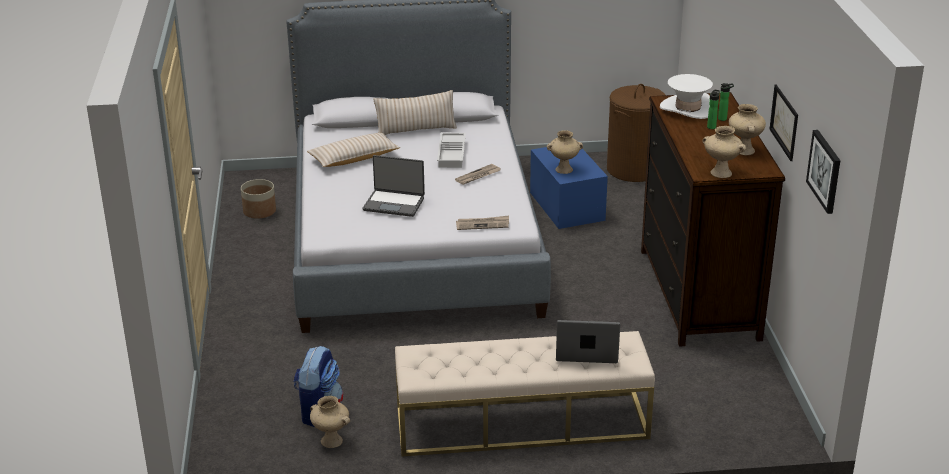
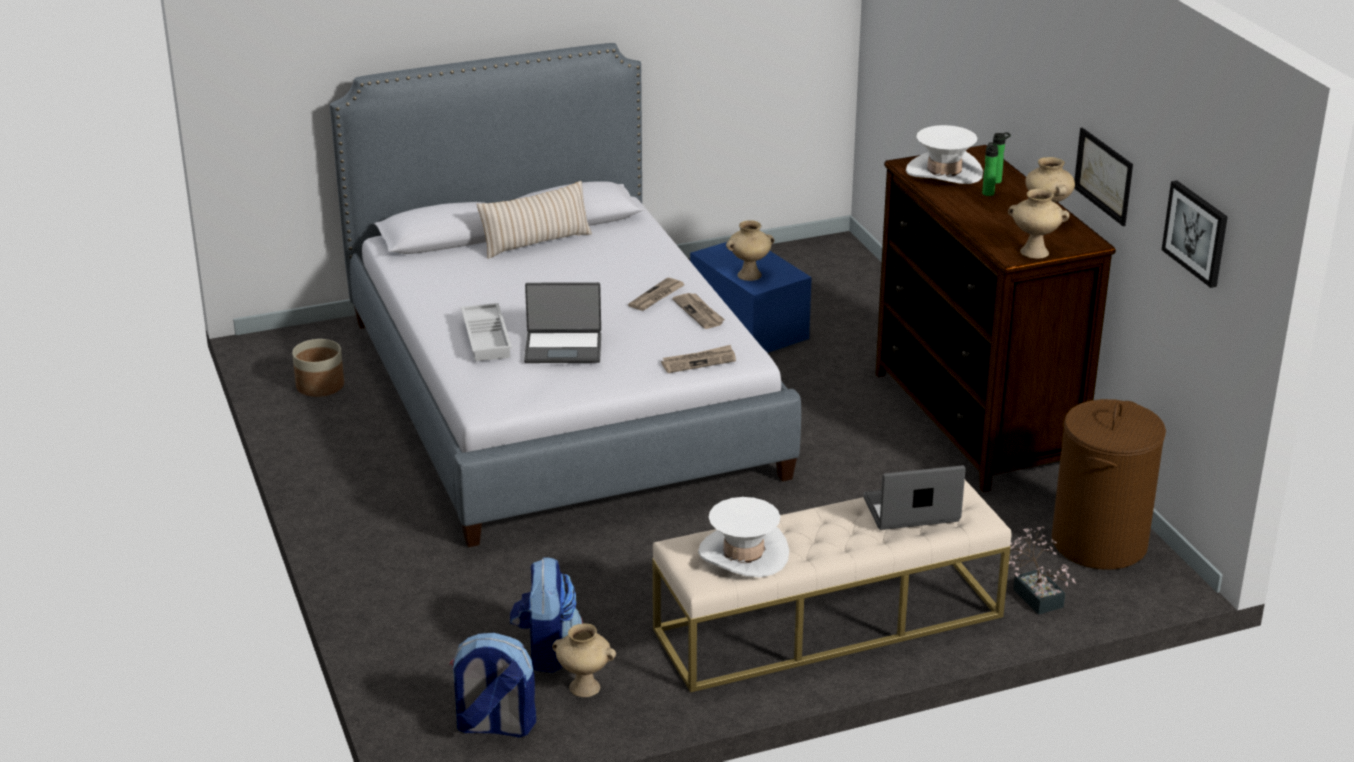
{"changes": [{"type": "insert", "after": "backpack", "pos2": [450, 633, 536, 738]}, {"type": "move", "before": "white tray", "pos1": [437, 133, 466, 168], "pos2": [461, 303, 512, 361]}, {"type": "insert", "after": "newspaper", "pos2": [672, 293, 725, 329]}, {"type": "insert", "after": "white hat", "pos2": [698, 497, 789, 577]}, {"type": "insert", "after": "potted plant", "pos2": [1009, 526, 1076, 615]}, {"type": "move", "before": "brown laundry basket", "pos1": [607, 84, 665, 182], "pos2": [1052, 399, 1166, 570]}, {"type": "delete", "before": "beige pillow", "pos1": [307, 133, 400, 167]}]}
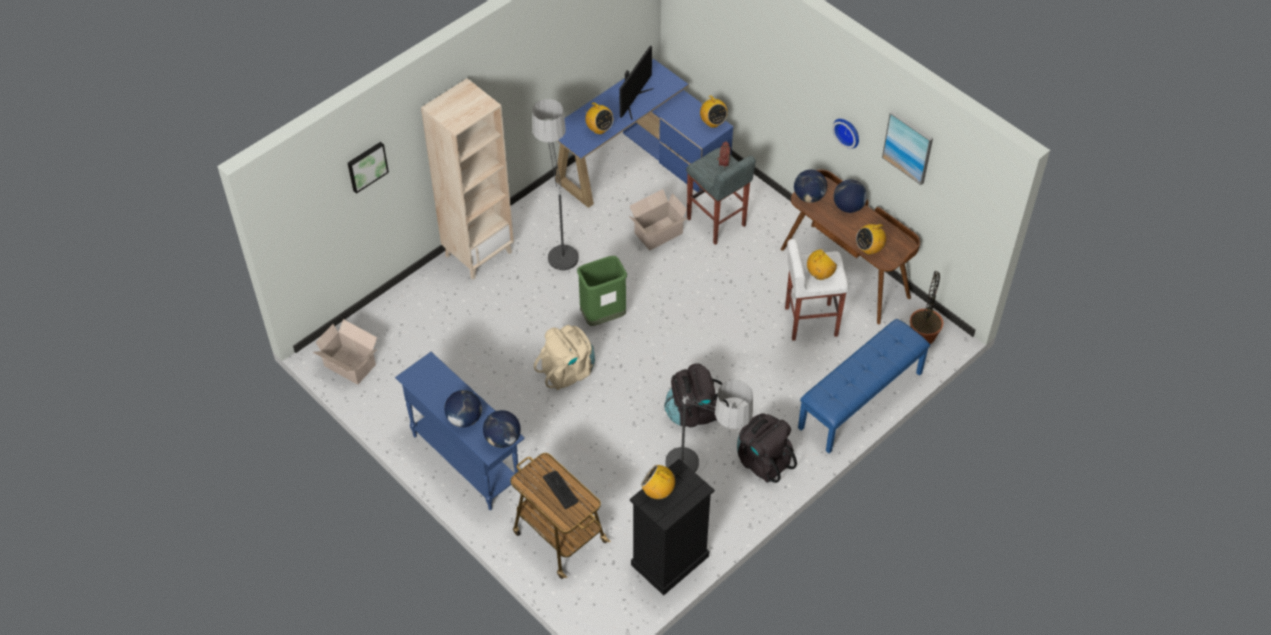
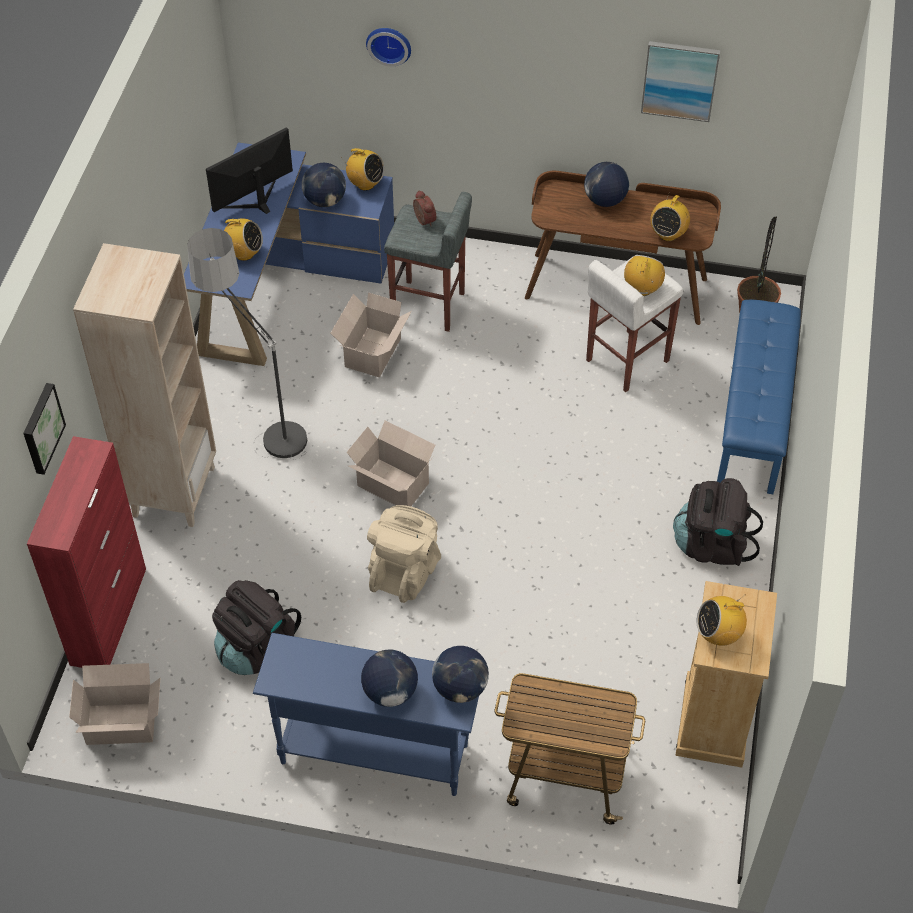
{"changes": [{"type": "insert", "after": "red cabinet", "pos2": [27, 436, 146, 668]}, {"type": "rotate", "before": "monitor", "pos1": [619, 46, 654, 120], "pos2": [206, 127, 293, 214], "turn": -120}, {"type": "move", "before": "black backpack", "pos1": [664, 363, 729, 427], "pos2": [212, 580, 301, 675]}, {"type": "move", "before": "globe", "pos1": [794, 169, 827, 203], "pos2": [302, 163, 346, 207]}, {"type": "replace", "before": "green trash can", "after": "cardboard box", "pos1": [577, 256, 627, 326], "pos2": [347, 420, 435, 506]}, {"type": "move", "before": "wall clock", "pos1": [832, 119, 859, 149], "pos2": [366, 28, 411, 67]}, {"type": "recolor", "before": "black dresser", "after": "beige dresser", "pos1": [630, 459, 714, 595], "pos2": [675, 581, 777, 768]}, {"type": "delete", "before": "keyboard", "pos1": [543, 471, 578, 509]}, {"type": "delete", "before": "floor lamp", "pos1": [665, 380, 753, 474]}]}
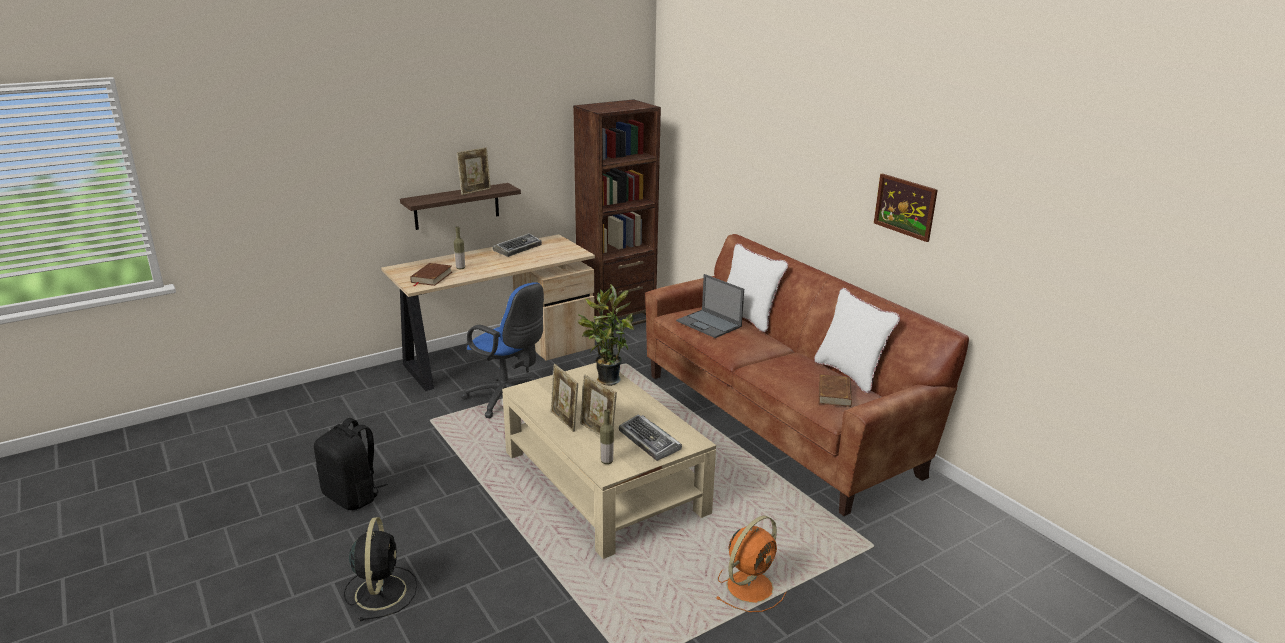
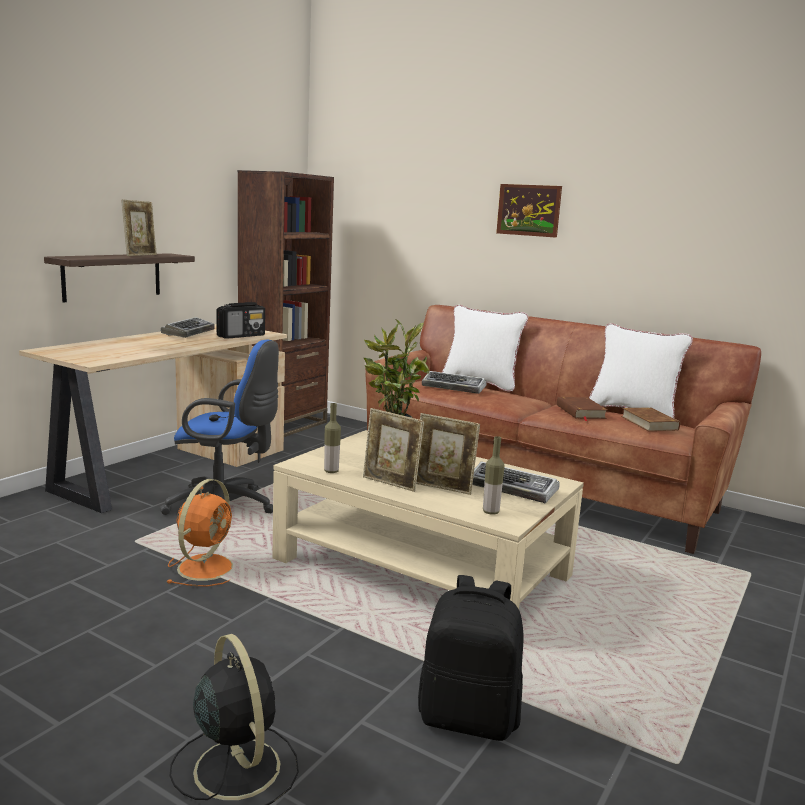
{"changes": [{"type": "move", "before": "orange fan", "pos1": [715, 516, 787, 612], "pos2": [166, 479, 233, 587]}, {"type": "insert", "after": "radio", "pos2": [216, 302, 265, 339]}, {"type": "move", "before": "bottle", "pos1": [454, 227, 465, 269], "pos2": [324, 403, 341, 473]}, {"type": "move", "before": "black backpack", "pos1": [314, 418, 388, 510], "pos2": [418, 575, 524, 741]}, {"type": "replace", "before": "laptop", "after": "keyboard", "pos1": [676, 274, 744, 338], "pos2": [422, 371, 487, 394]}, {"type": "move", "before": "picture", "pos1": [874, 173, 938, 242], "pos2": [496, 184, 562, 238]}, {"type": "move", "before": "brown book", "pos1": [410, 263, 452, 286], "pos2": [557, 397, 607, 421]}]}
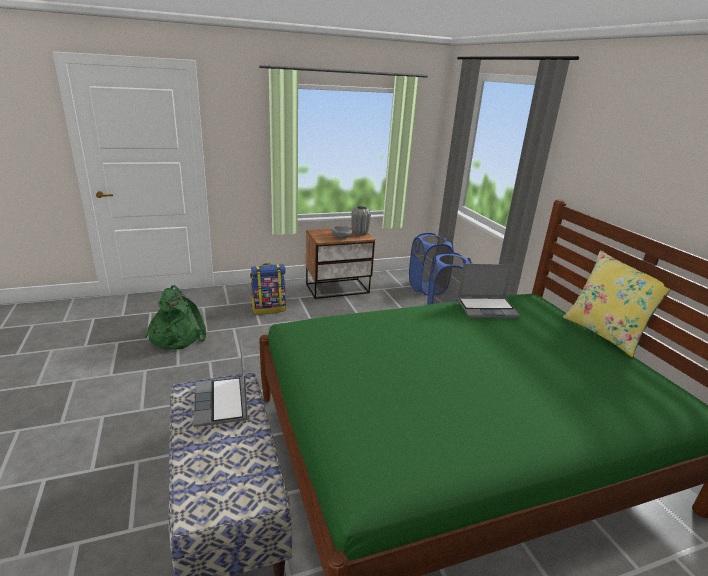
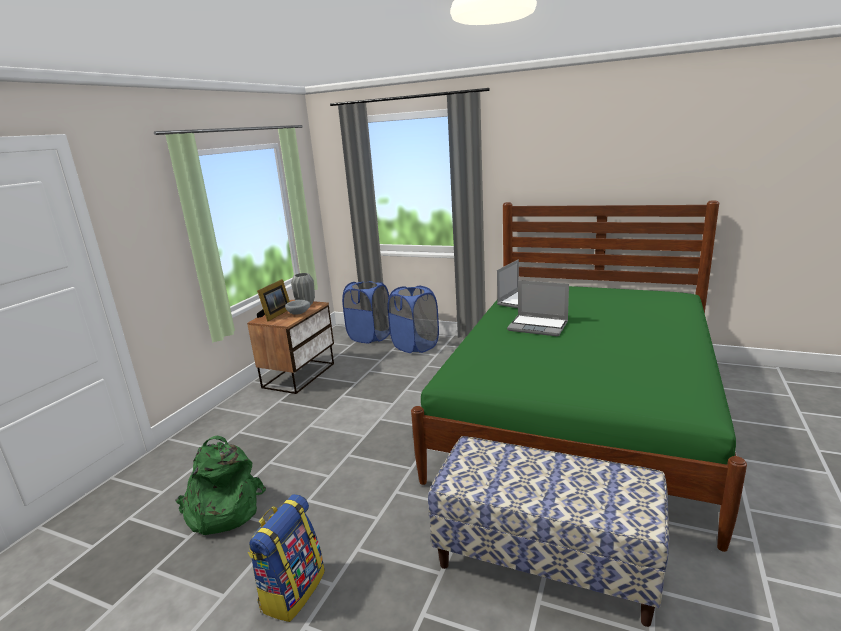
{"changes": [{"type": "move", "before": "backpack", "pos1": [250, 263, 286, 314], "pos2": [248, 494, 325, 622]}, {"type": "insert", "after": "picture frame", "pos2": [257, 279, 290, 321]}, {"type": "move", "before": "laptop", "pos1": [193, 339, 248, 427], "pos2": [507, 280, 569, 337]}, {"type": "delete", "before": "yellow pillow", "pos1": [563, 250, 671, 357]}]}
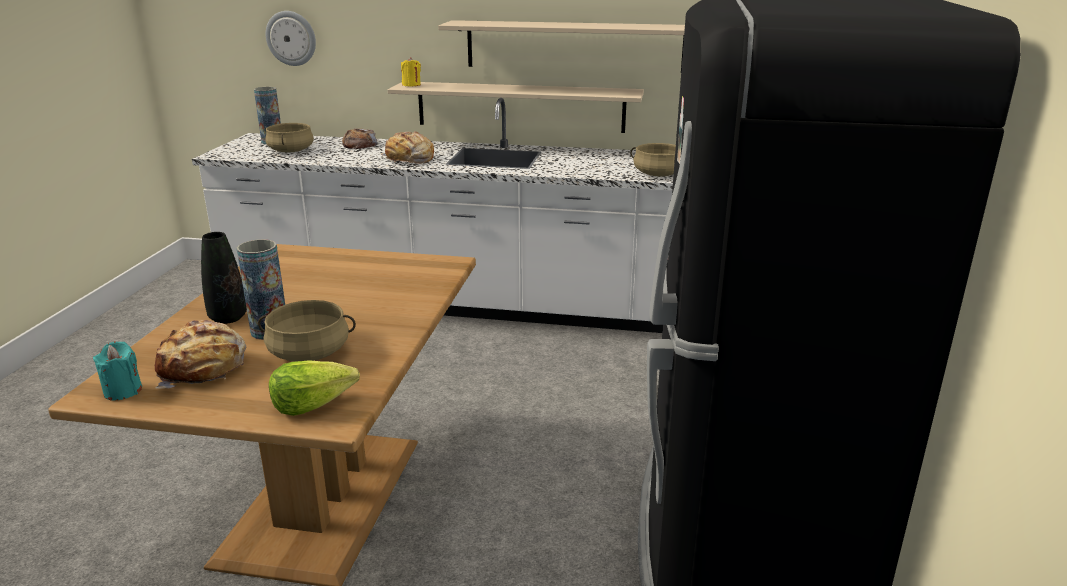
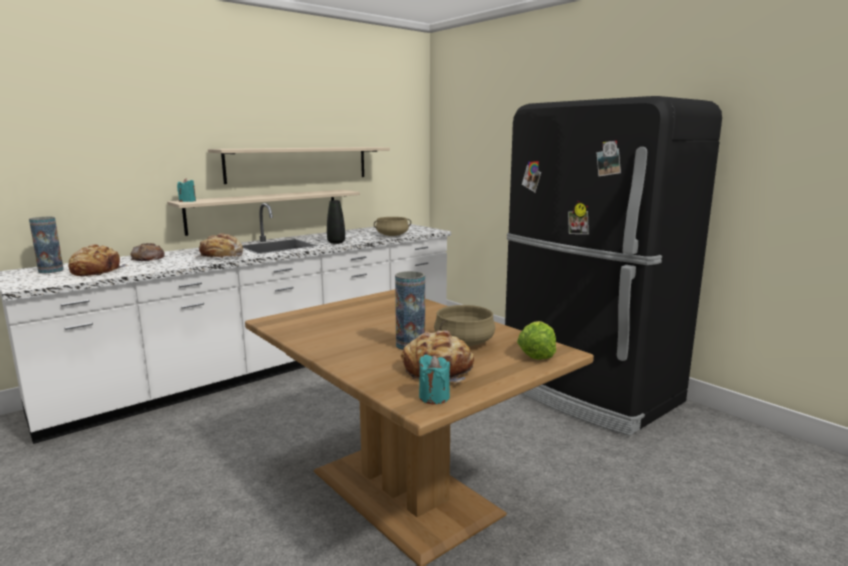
{"changes": [{"type": "replace", "before": "beige cooking pot", "after": "bread", "pos1": [265, 123, 314, 152], "pos2": [68, 244, 128, 276]}, {"type": "recolor", "before": "yellow candle", "after": "turquoise candle", "pos1": [401, 57, 421, 87], "pos2": [177, 178, 196, 202]}, {"type": "move", "before": "black vase", "pos1": [201, 232, 247, 324], "pos2": [327, 200, 345, 244]}, {"type": "delete", "before": "wall clock", "pos1": [266, 11, 316, 66]}]}
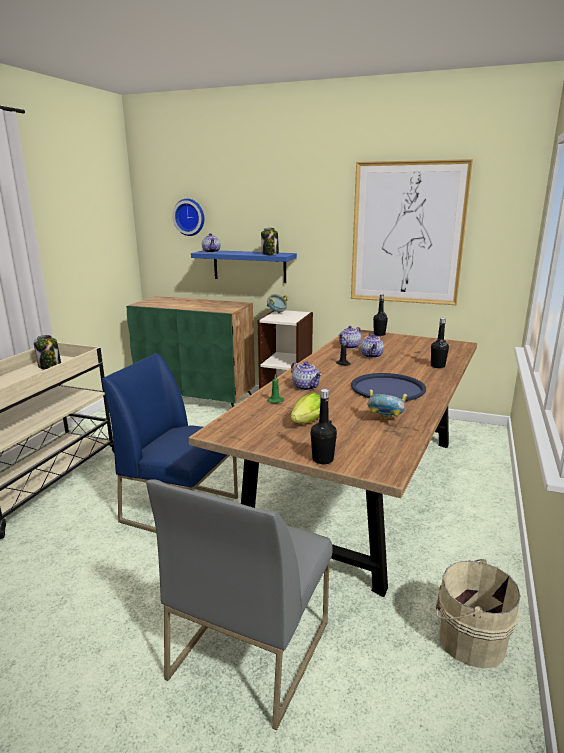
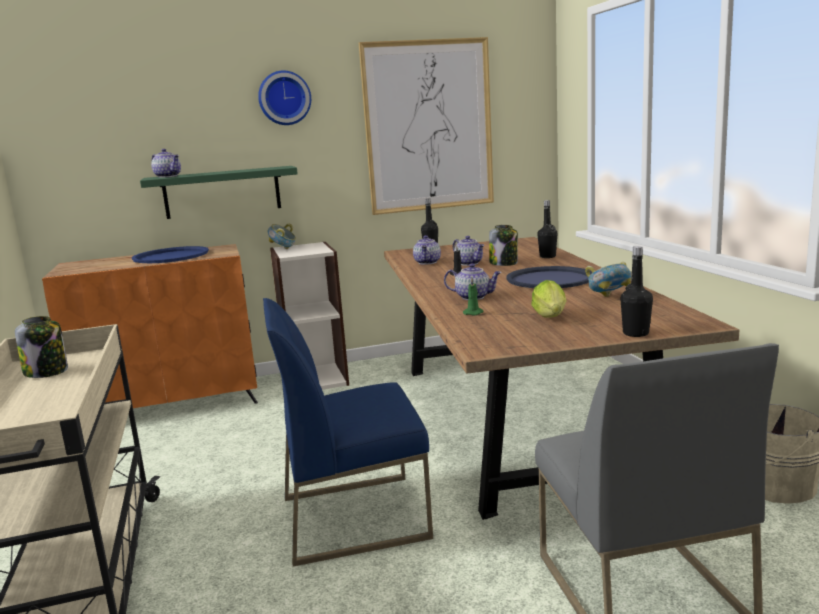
{"changes": [{"type": "recolor", "before": "green cabinet", "after": "orange cabinet", "pos1": [126, 296, 255, 408], "pos2": [42, 244, 258, 408]}, {"type": "insert", "after": "blue tray", "pos2": [132, 246, 209, 263]}, {"type": "recolor", "before": "blue shelf", "after": "green shelf", "pos1": [191, 250, 297, 283], "pos2": [140, 166, 298, 219]}, {"type": "move", "before": "wall clock", "pos1": [173, 199, 204, 236], "pos2": [258, 70, 311, 125]}, {"type": "move", "before": "jar", "pos1": [261, 228, 279, 255], "pos2": [489, 225, 518, 266]}]}
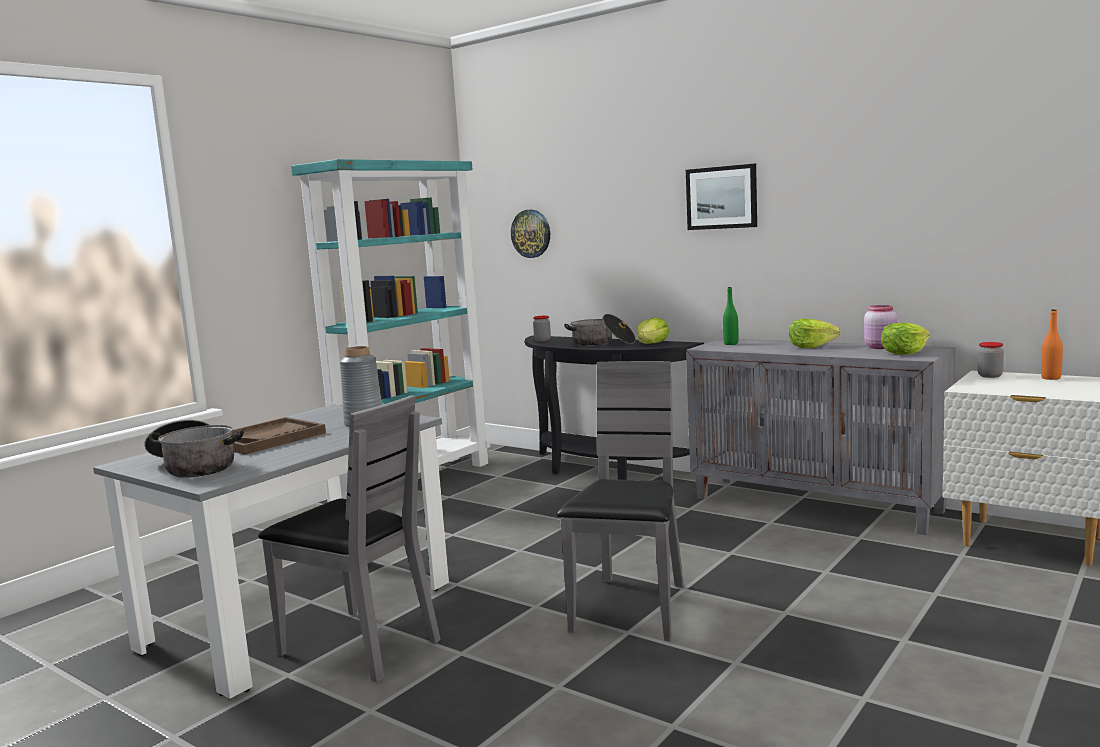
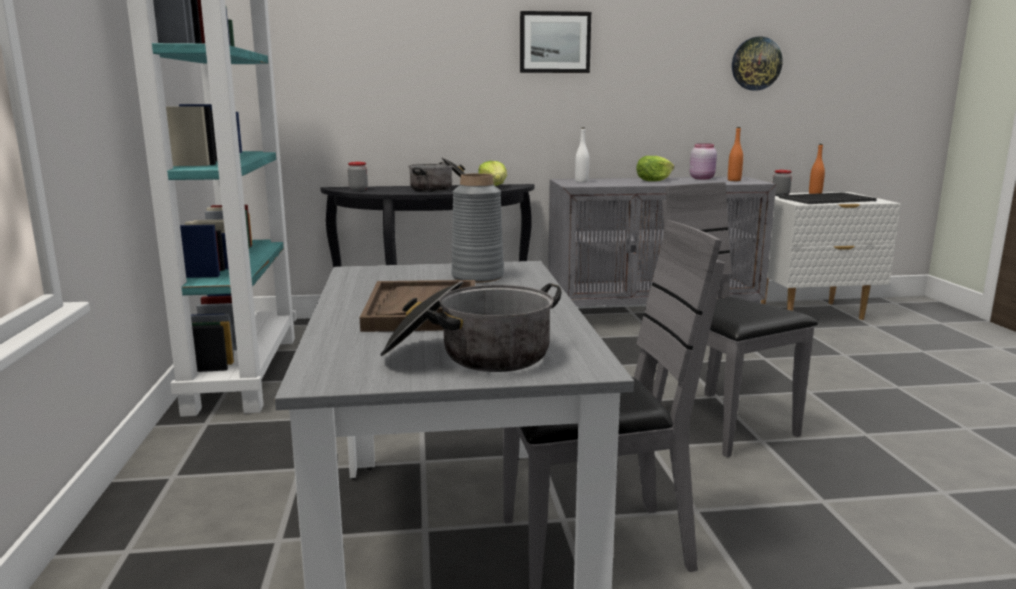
{"changes": [{"type": "recolor", "before": "green bottle", "after": "white bottle", "pos1": [723, 287, 738, 345], "pos2": [575, 128, 589, 183]}, {"type": "replace", "before": "lettuce", "after": "orange bottle", "pos1": [881, 323, 930, 355], "pos2": [728, 127, 743, 181]}, {"type": "move", "before": "wall clock", "pos1": [511, 210, 550, 258], "pos2": [732, 37, 783, 90]}, {"type": "insert", "after": "tray", "pos2": [779, 192, 877, 204]}]}
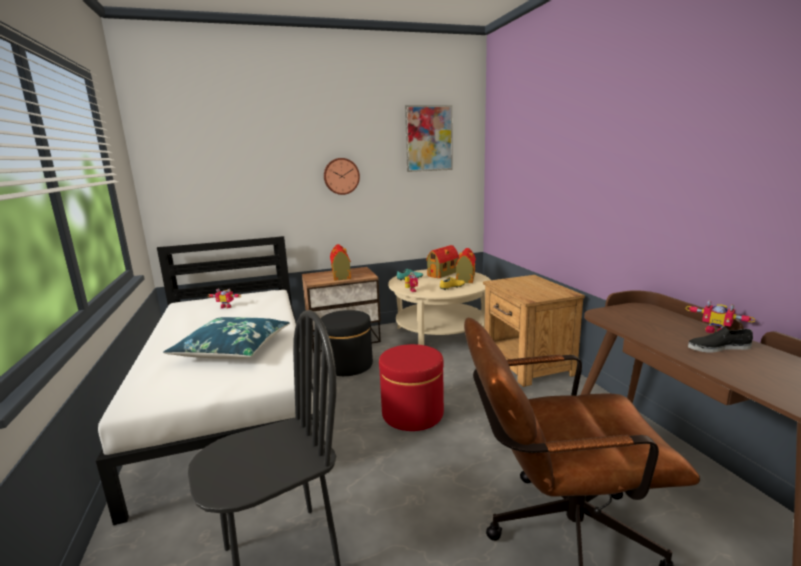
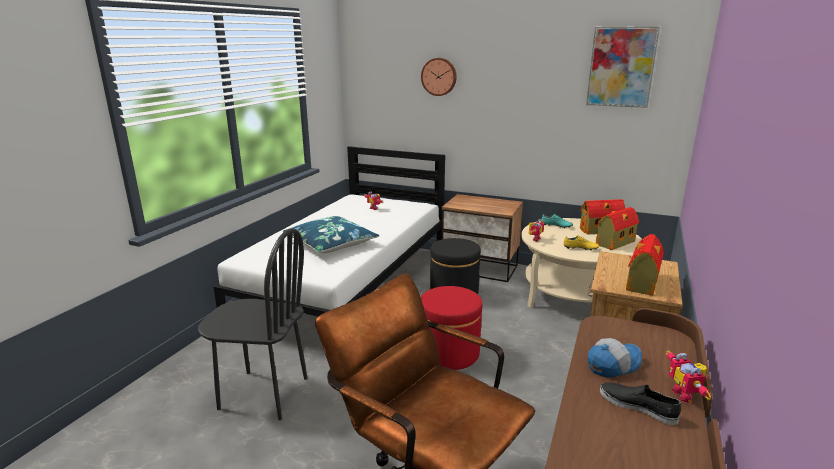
{"changes": [{"type": "move", "before": "wall clock", "pos1": [324, 158, 360, 195], "pos2": [421, 58, 457, 96]}, {"type": "insert", "after": "cap", "pos2": [588, 338, 642, 378]}, {"type": "move", "before": "toy house", "pos1": [330, 244, 351, 281], "pos2": [626, 234, 664, 296]}]}
